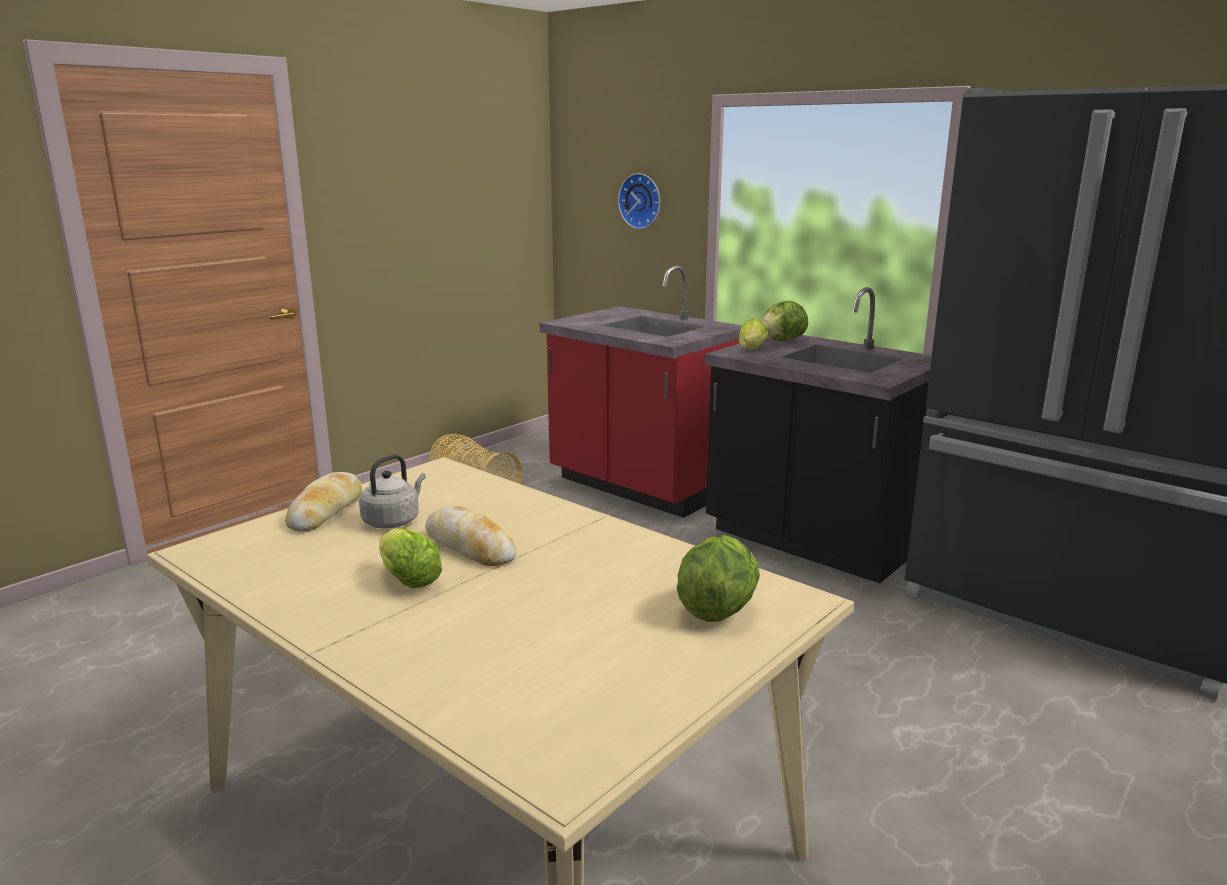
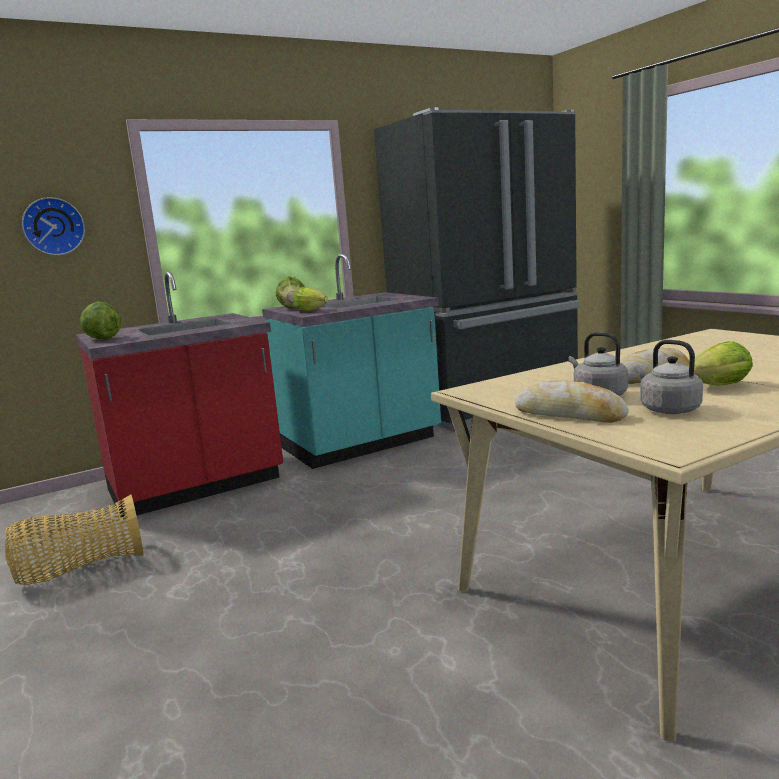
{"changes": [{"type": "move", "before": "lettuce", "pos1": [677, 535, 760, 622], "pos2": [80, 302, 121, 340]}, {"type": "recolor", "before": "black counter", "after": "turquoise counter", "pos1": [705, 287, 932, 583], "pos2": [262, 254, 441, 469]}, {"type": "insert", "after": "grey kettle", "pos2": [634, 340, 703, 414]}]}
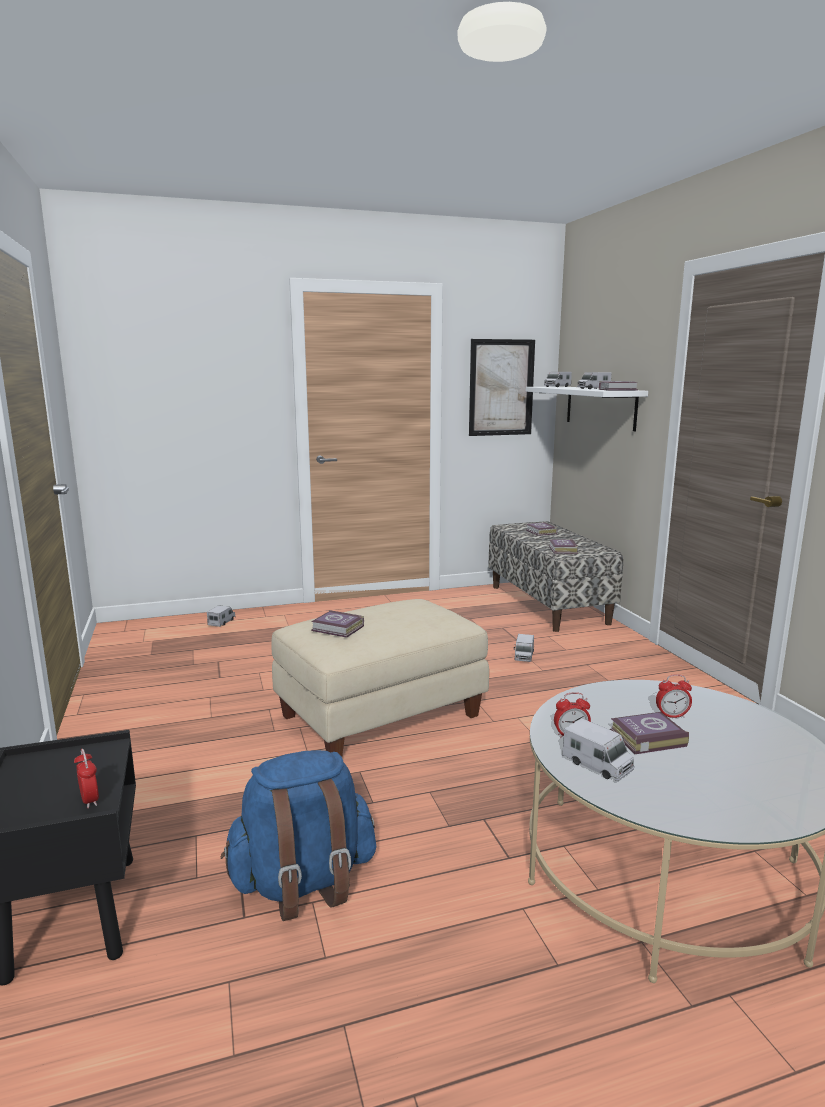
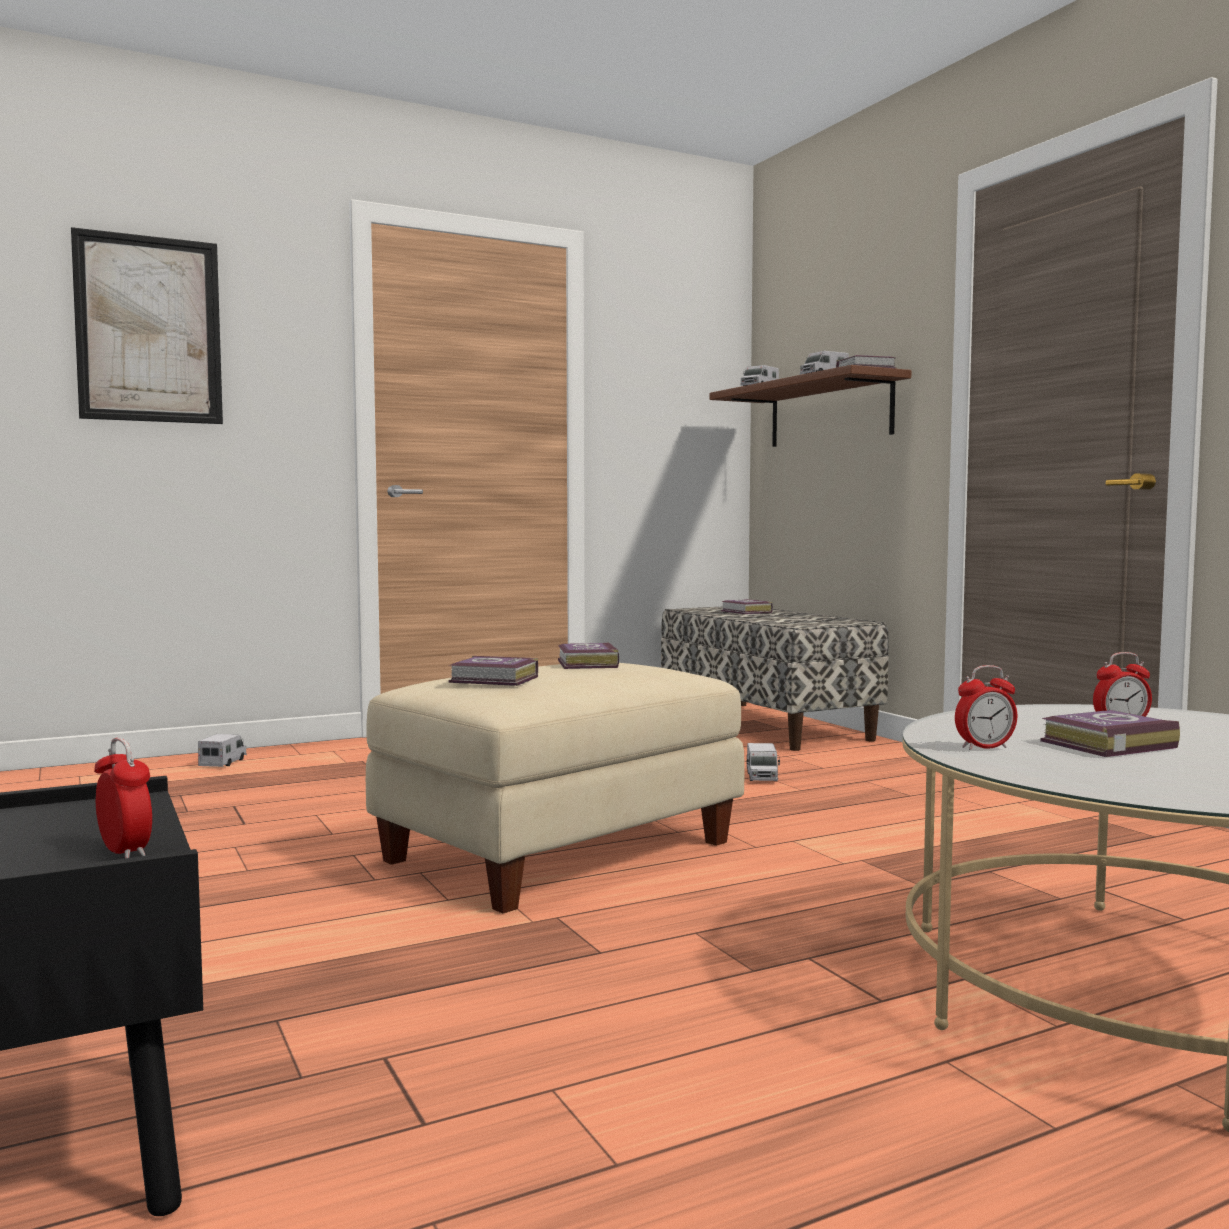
{"changes": [{"type": "move", "before": "picture", "pos1": [469, 339, 535, 436], "pos2": [71, 227, 223, 424]}, {"type": "move", "before": "book", "pos1": [549, 539, 578, 554], "pos2": [558, 642, 619, 669]}, {"type": "recolor", "before": "white shelf", "after": "brown shelf", "pos1": [526, 386, 648, 431], "pos2": [709, 365, 911, 447]}, {"type": "delete", "before": "blue backpack", "pos1": [221, 750, 376, 921]}, {"type": "delete", "before": "toy truck", "pos1": [562, 718, 634, 781]}]}
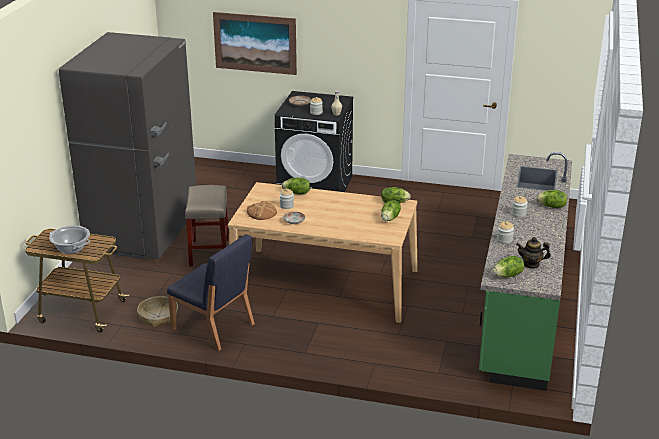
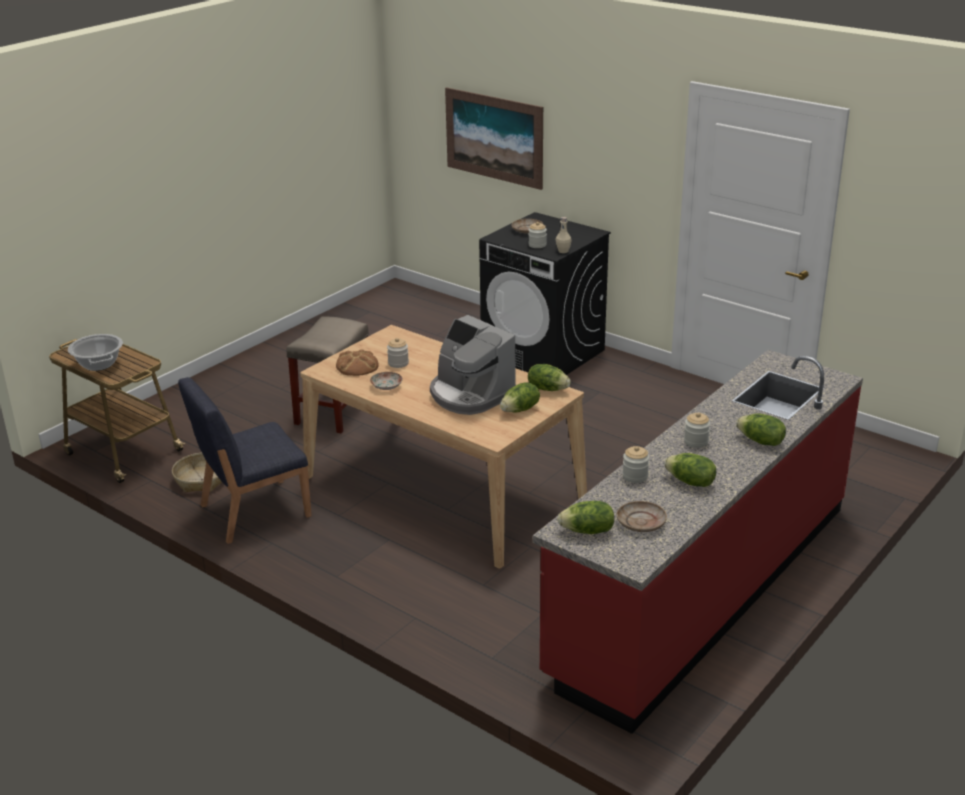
{"changes": [{"type": "rotate", "before": "blue chair", "pos1": [167, 234, 255, 351], "pos2": [178, 377, 312, 544], "turn": 90}, {"type": "insert", "after": "coffee machine", "pos2": [430, 315, 516, 415]}, {"type": "recolor", "before": "green counter", "after": "red counter", "pos1": [479, 152, 572, 391], "pos2": [533, 350, 863, 734]}, {"type": "replace", "before": "teapot", "after": "beige plate", "pos1": [516, 237, 551, 269], "pos2": [617, 501, 667, 532]}, {"type": "move", "before": "lettuce", "pos1": [282, 178, 310, 195], "pos2": [664, 453, 716, 487]}, {"type": "delete", "before": "grey fridge", "pos1": [59, 32, 196, 259]}]}
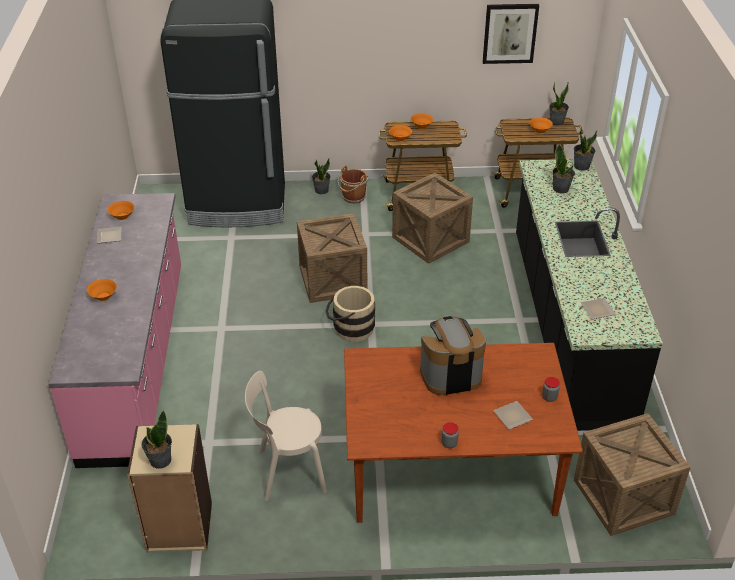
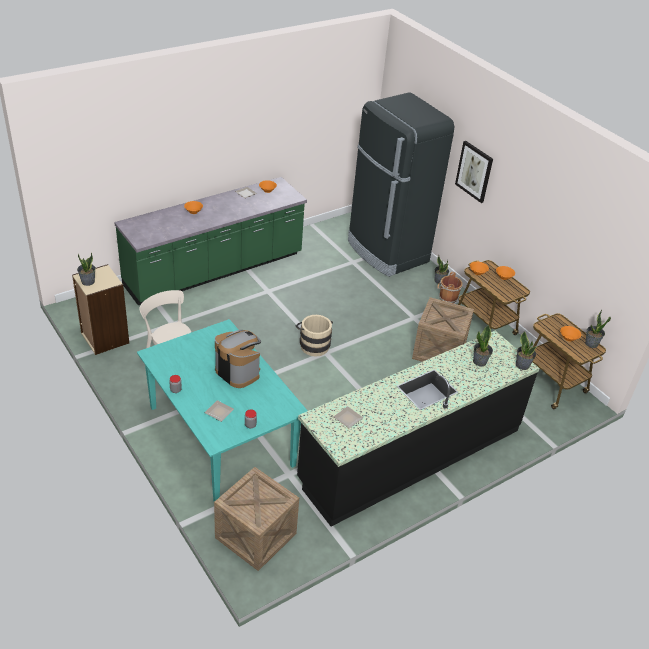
{"changes": [{"type": "recolor", "before": "pink counter", "after": "green counter", "pos1": [48, 193, 181, 468], "pos2": [114, 177, 307, 305]}, {"type": "recolor", "before": "brown dining table", "after": "turquoise dining table", "pos1": [344, 343, 583, 523], "pos2": [137, 319, 308, 502]}, {"type": "move", "before": "picture", "pos1": [483, 4, 539, 64], "pos2": [455, 141, 493, 203]}, {"type": "delete", "before": "crate", "pos1": [297, 213, 367, 303]}]}
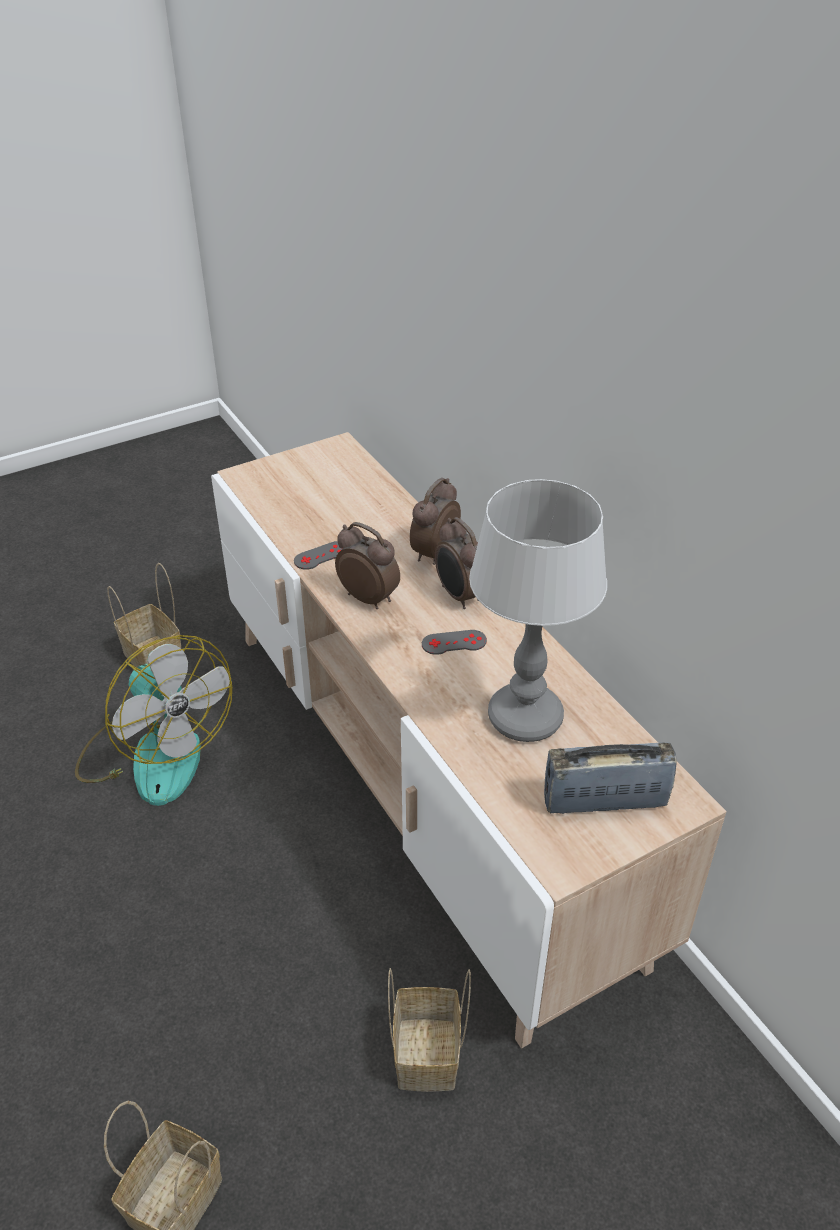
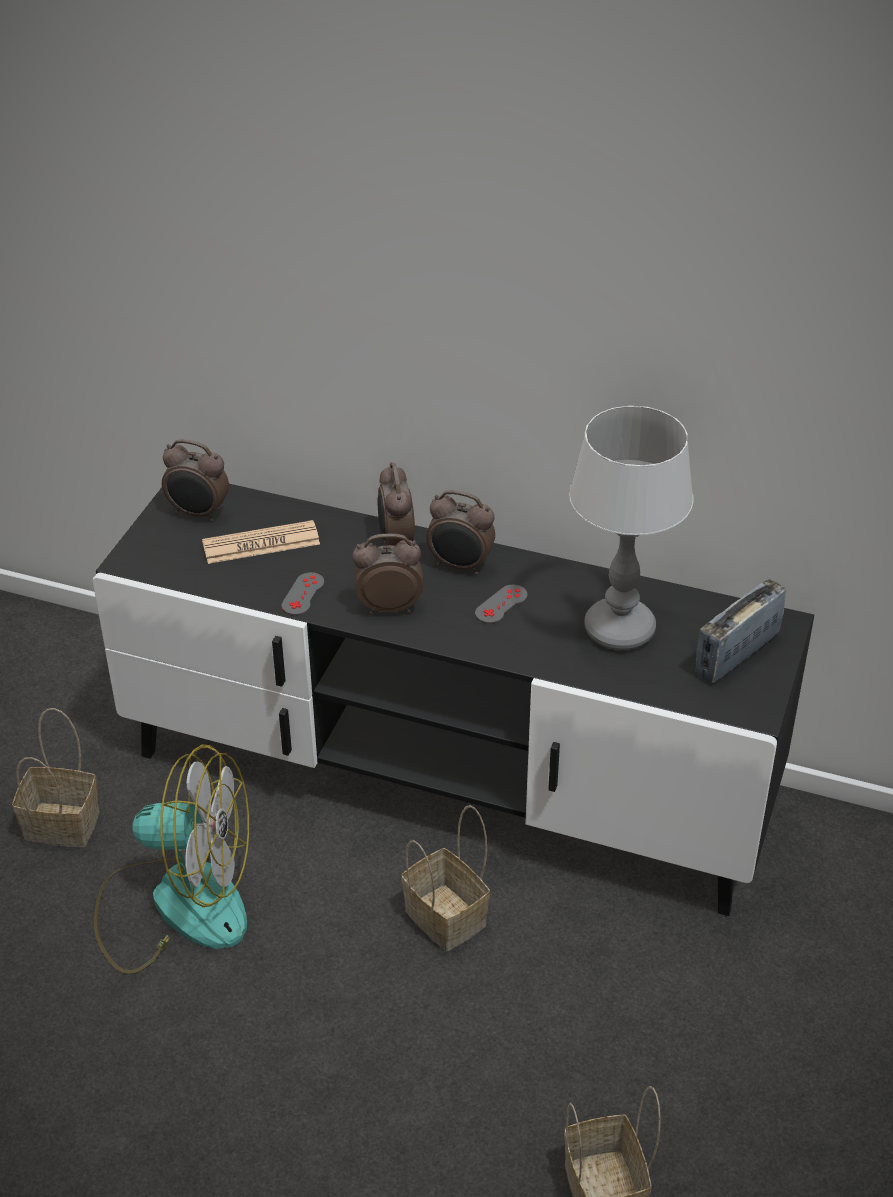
{"changes": [{"type": "recolor", "before": "beige tv stand", "after": "black tv stand", "pos1": [211, 432, 726, 1049], "pos2": [93, 484, 814, 916]}, {"type": "insert", "after": "alarm clock", "pos2": [162, 439, 229, 522]}, {"type": "insert", "after": "newspaper", "pos2": [202, 520, 320, 564]}, {"type": "move", "before": "basket", "pos1": [388, 968, 471, 1092], "pos2": [401, 805, 490, 951]}]}
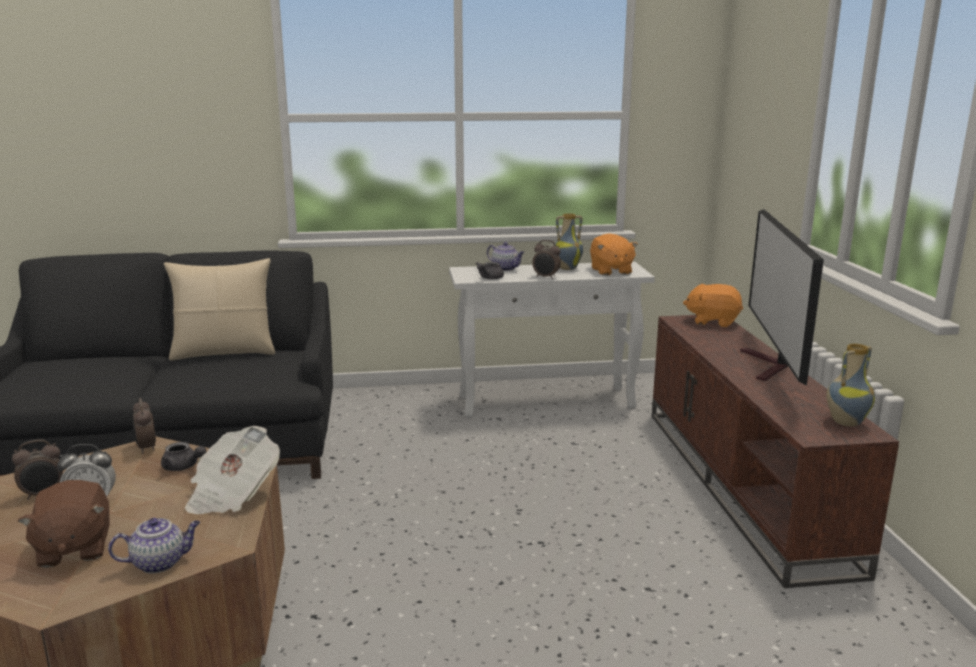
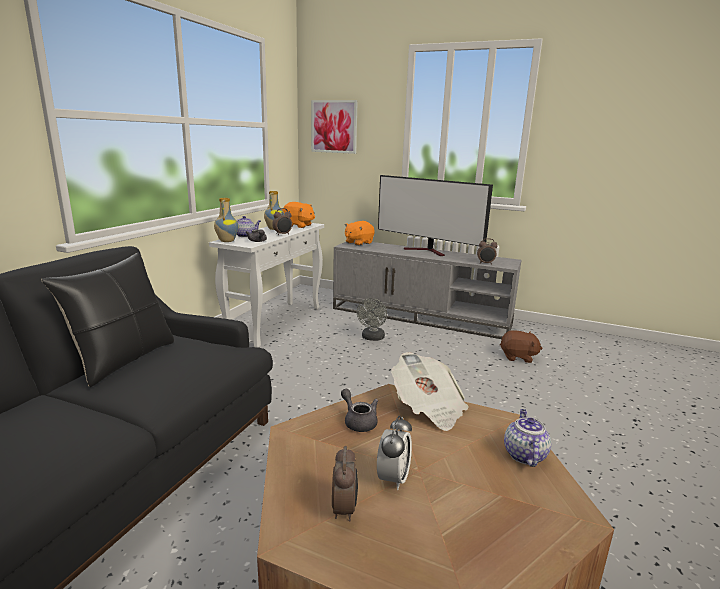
{"changes": [{"type": "recolor", "before": "beige pillow", "after": "black pillow", "pos1": [164, 258, 275, 360], "pos2": [41, 253, 174, 387]}, {"type": "move", "before": "vase", "pos1": [826, 344, 875, 426], "pos2": [214, 198, 238, 242]}, {"type": "insert", "after": "picture", "pos2": [311, 100, 358, 154]}, {"type": "recolor", "before": "brown tv stand", "after": "grey tv stand", "pos1": [652, 315, 899, 588], "pos2": [333, 240, 522, 339]}, {"type": "rotate", "before": "grey teapot", "pos1": [161, 442, 206, 471], "pos2": [341, 389, 378, 432], "turn": -90}, {"type": "insert", "after": "grey fan", "pos2": [357, 298, 387, 341]}, {"type": "move", "before": "alarm clock", "pos1": [133, 398, 156, 454], "pos2": [477, 238, 498, 265]}, {"type": "move", "before": "brown plush toy", "pos1": [17, 480, 109, 568], "pos2": [500, 331, 543, 363]}]}
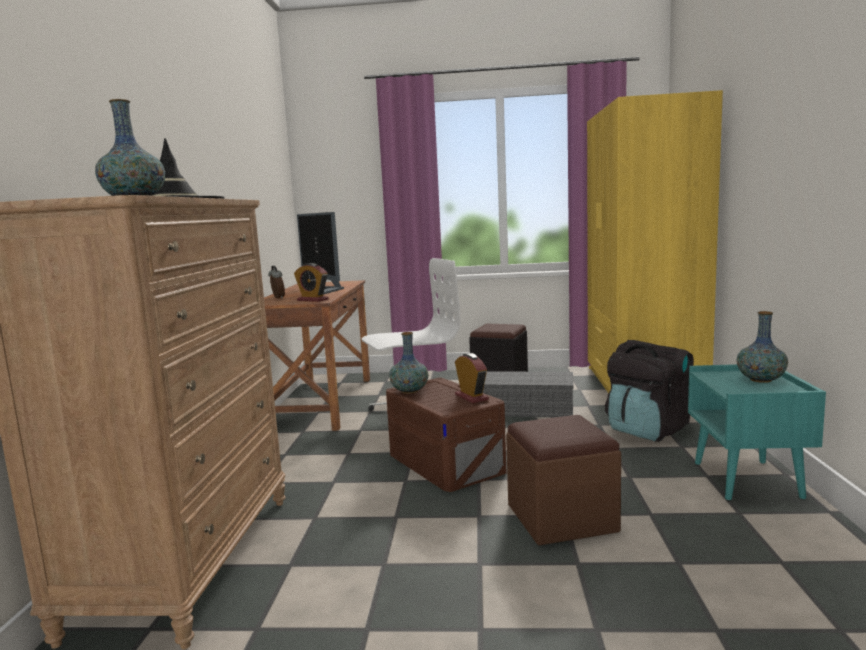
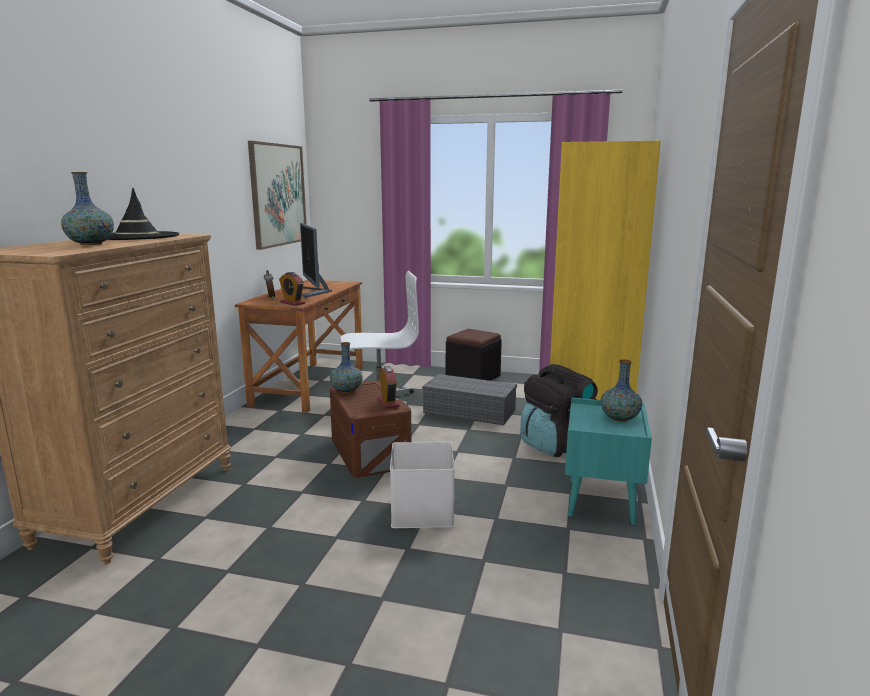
{"changes": [{"type": "insert", "after": "picture", "pos2": [248, 141, 307, 250]}, {"type": "replace", "before": "brown ottoman", "after": "white storage box", "pos1": [506, 415, 621, 545], "pos2": [390, 442, 455, 528]}]}
